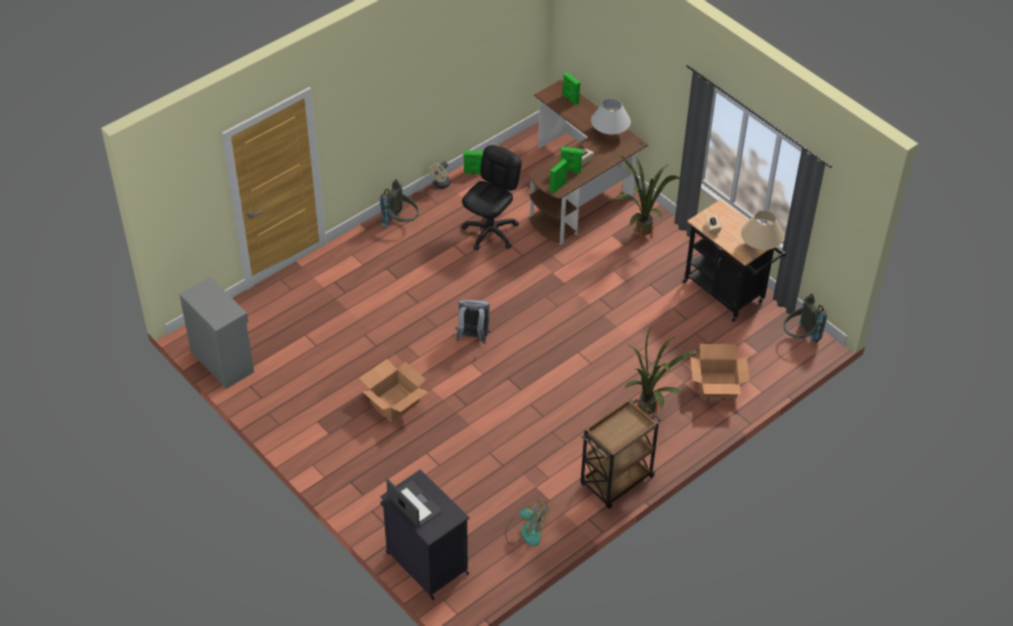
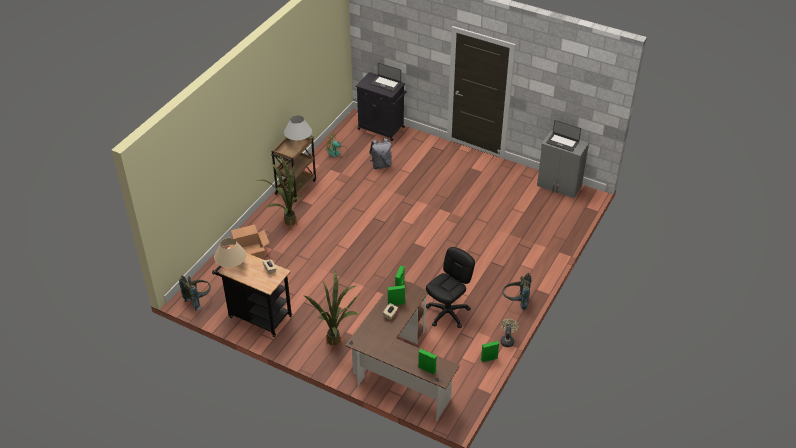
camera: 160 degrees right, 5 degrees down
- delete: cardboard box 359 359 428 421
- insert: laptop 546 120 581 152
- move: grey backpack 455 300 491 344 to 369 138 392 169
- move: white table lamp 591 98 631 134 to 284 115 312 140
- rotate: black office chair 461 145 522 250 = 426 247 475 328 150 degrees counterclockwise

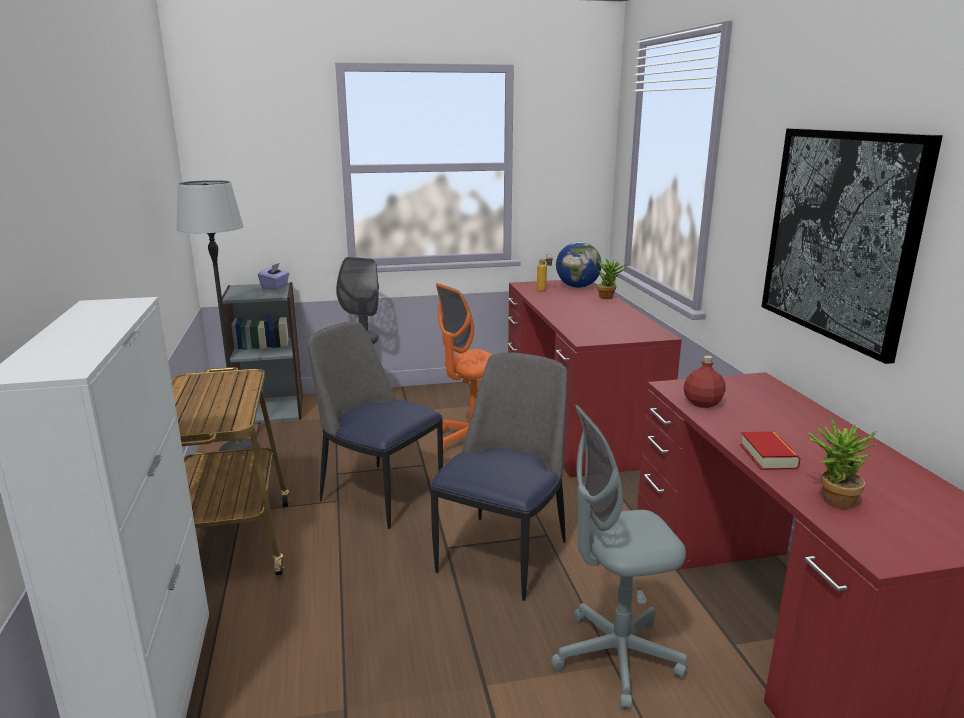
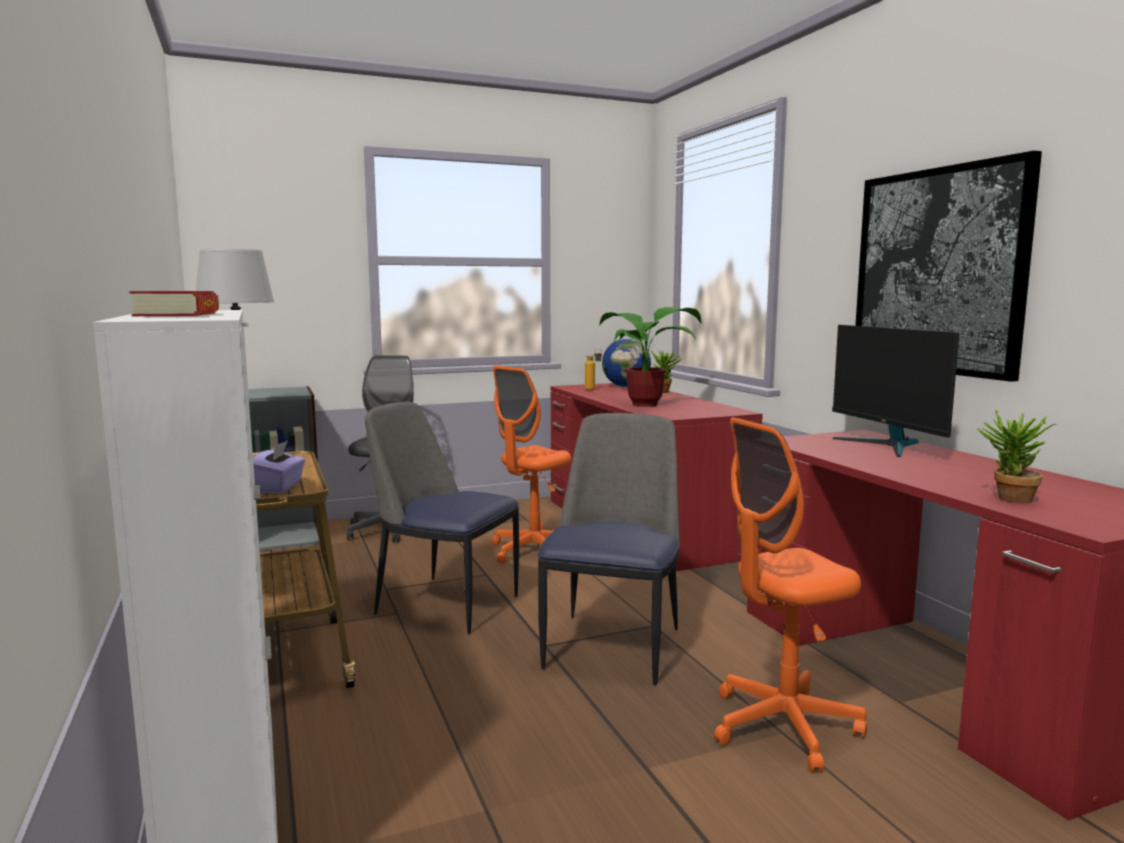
camera: 10 degrees left, 10 degrees down
- delete: red bottle 683 355 726 408
- insert: potted plant 599 307 701 407
- insert: monitor 832 325 959 457
- move: purple tissue box 258 263 290 290 to 253 440 305 493
- move: book 740 432 801 470 to 129 291 219 316
- recolor: grey office chair 551 405 688 710 to orange office chair 714 417 867 772

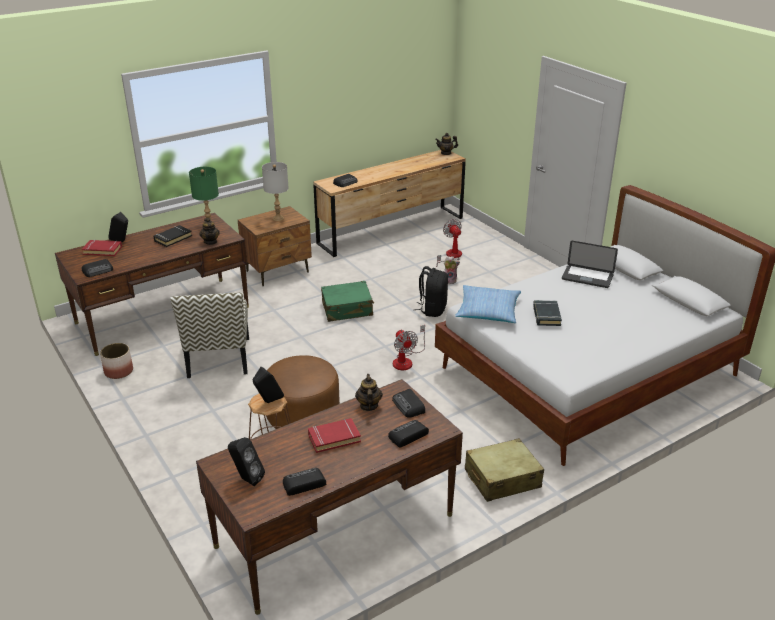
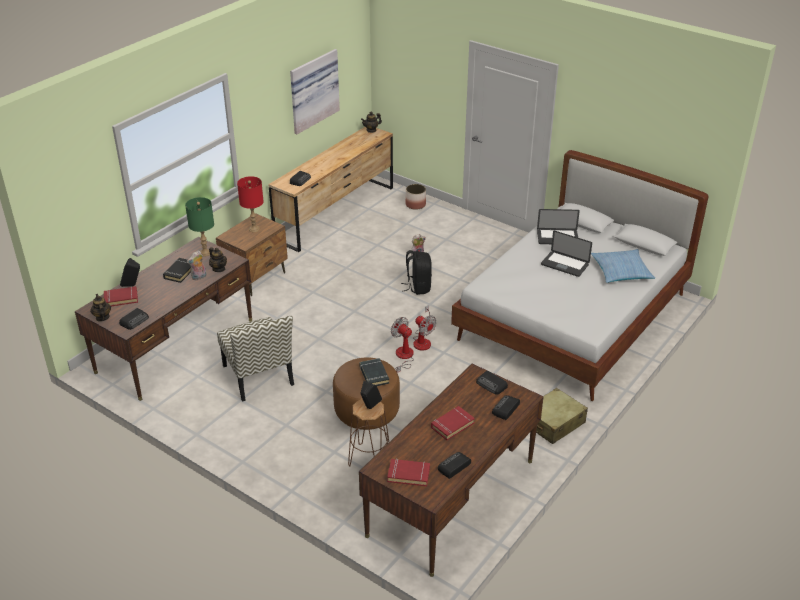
camera: 20 degrees left, 5 degrees up
- delete: green suitcase 321 281 374 322
- insert: plush toy 187 251 207 281
- insert: picture 290 49 340 134
- insert: laptop 541 231 592 277
- move: planter 100 343 133 379 to 406 184 426 210
- move: teapot 355 374 383 411 to 90 294 111 322
- move: fan 436 219 462 267 to 391 317 414 373
- move: pillow 455 285 521 323 to 591 249 655 283
- move: black book 533 300 562 326 to 359 358 389 386
- replace: black speaker 228 437 265 486 to red book 387 459 430 486
- recolor: grey table lamp 262 162 289 221 to red table lamp 237 176 264 232

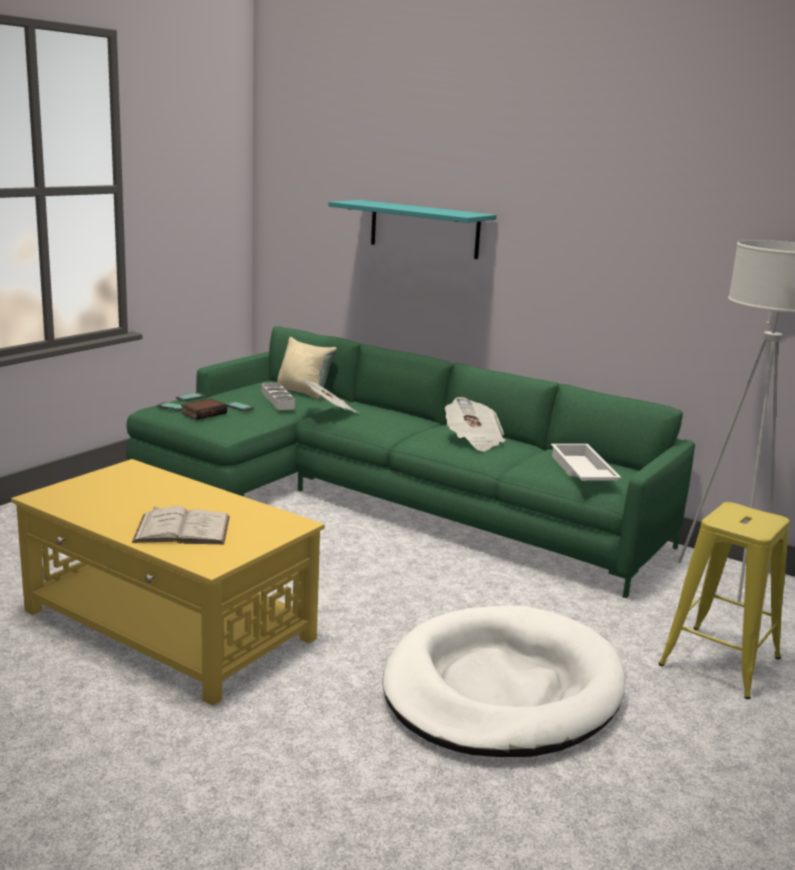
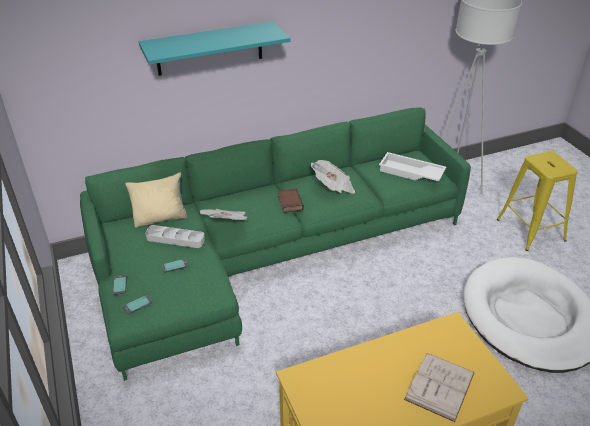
camera: 55 degrees left, 20 degrees up
- move: book 181 399 227 420 to 278 188 304 213

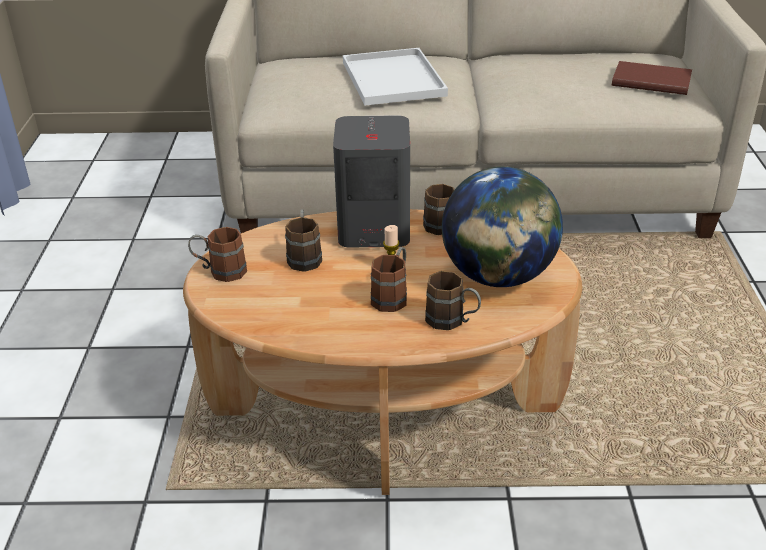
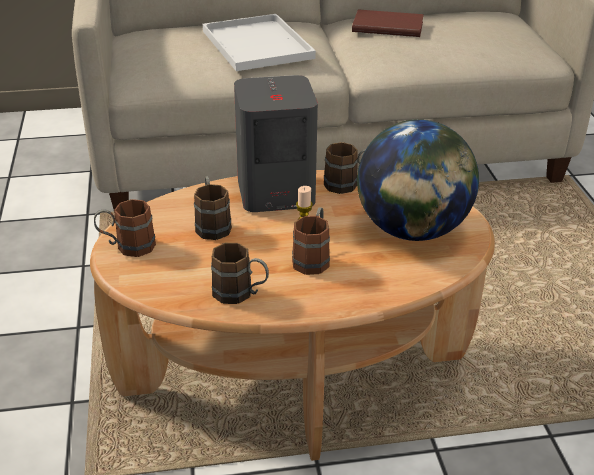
camera: 10 degrees left, 0 degrees up
- move: brown mug 425 271 481 330 to 211 243 269 304
- move: brown book 612 61 692 95 to 352 9 424 37

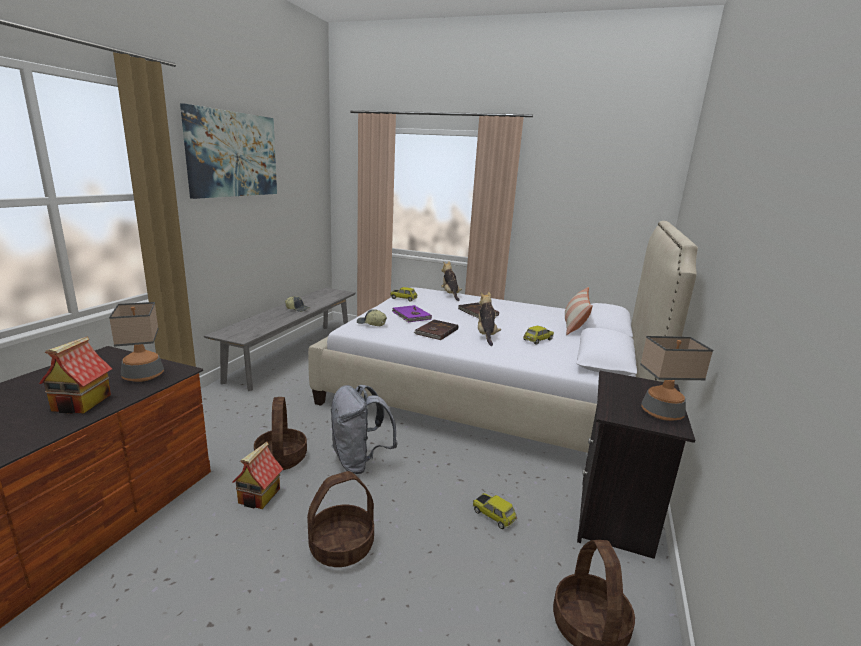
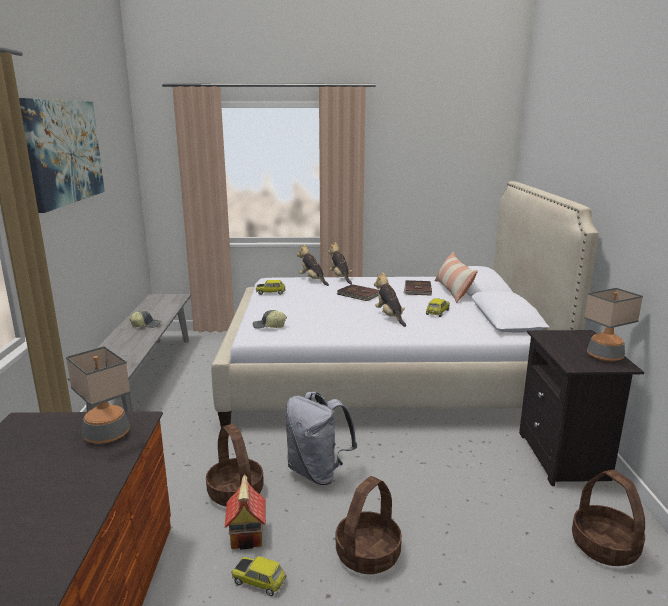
camera: 20 degrees left, 0 degrees up
- delete: toy house 39 336 112 414
- delete: purple book 392 305 432 322
- insert: plush toy 328 242 352 284
- move: brown book 413 320 458 340 to 403 280 432 295
- move: toy car 473 493 517 529 to 231 556 287 596

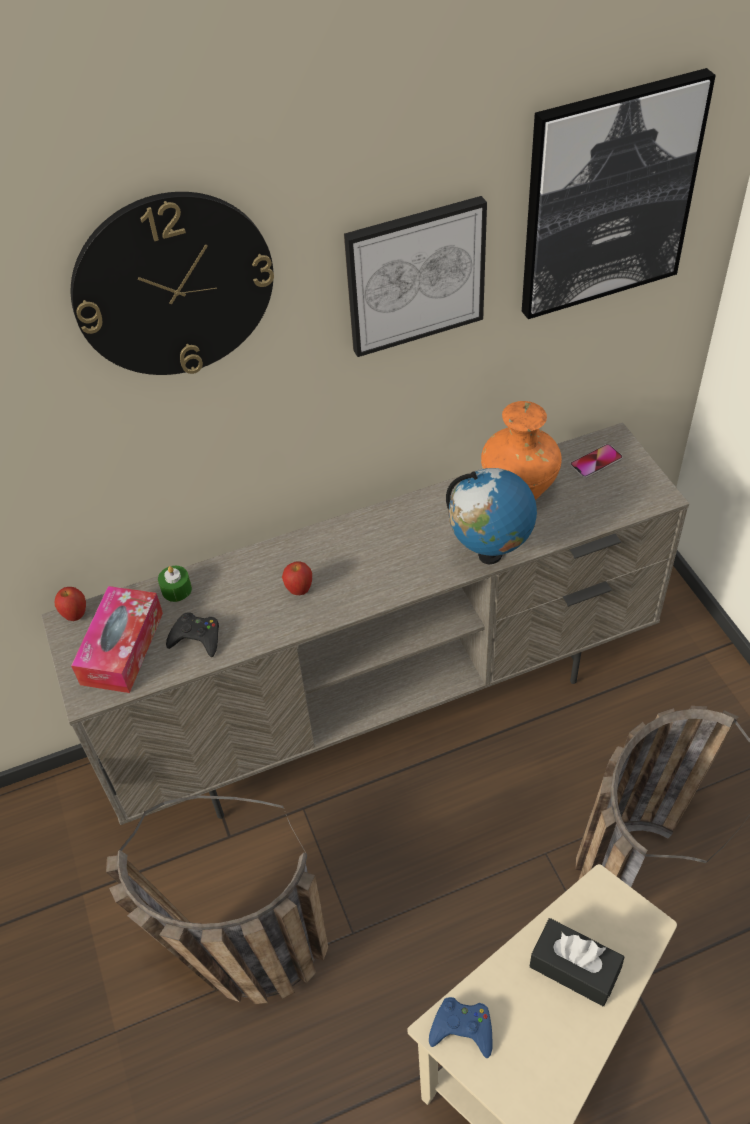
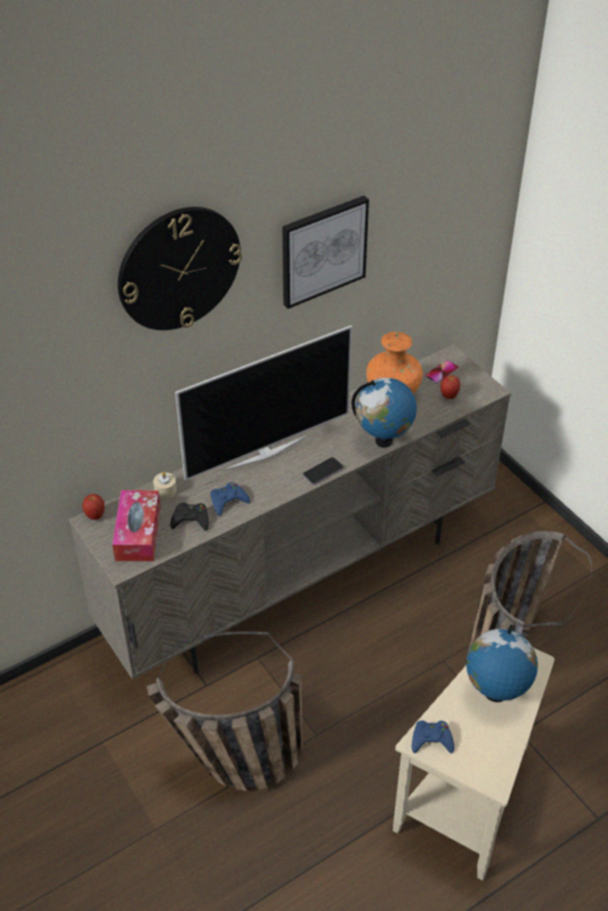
camera: 15 degrees left, 5 degrees down
- delete: picture 522 68 716 319
- insert: television 175 326 352 481
- insert: blue game controller 210 482 250 516
- insert: phone 303 457 343 485
- move: apple 282 562 312 595 to 440 375 460 399
- replace: black tissue box 530 918 624 1006 to globe 466 625 538 702
- recolor: green candle 158 566 192 602 to beige candle 153 472 177 499

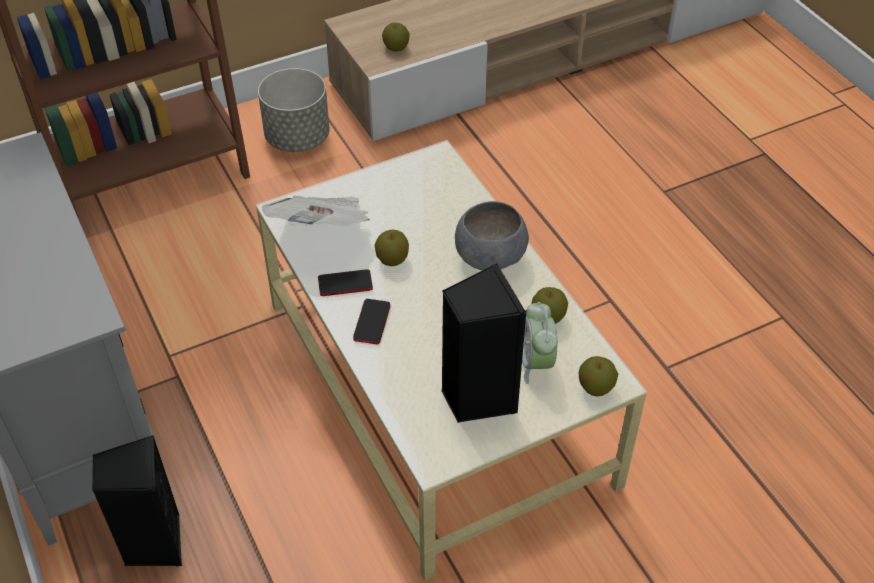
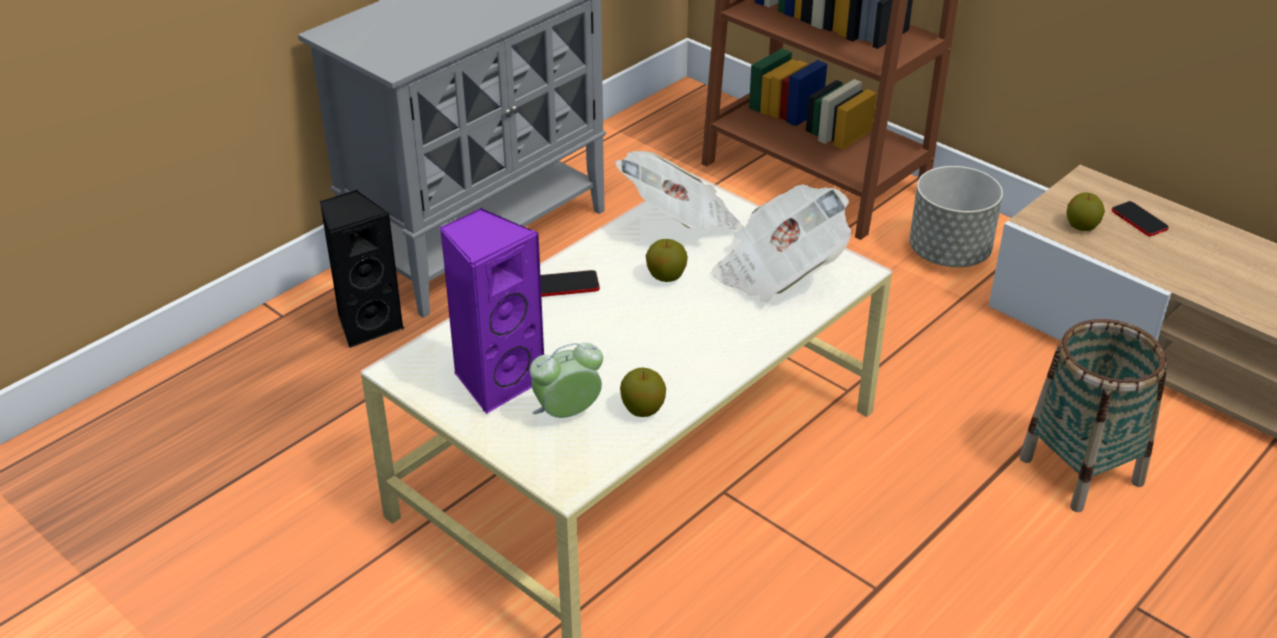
camera: 70 degrees right, 10 degrees down
- delete: grey bowl 455 201 529 271
- delete: apple 579 356 618 397
- insert: newspaper 712 184 851 302
- insert: basket 1019 319 1167 512
- move: phone 318 269 373 296 to 1112 201 1169 237
- recolor: black speaker 442 263 527 423 to purple speaker 439 207 544 414

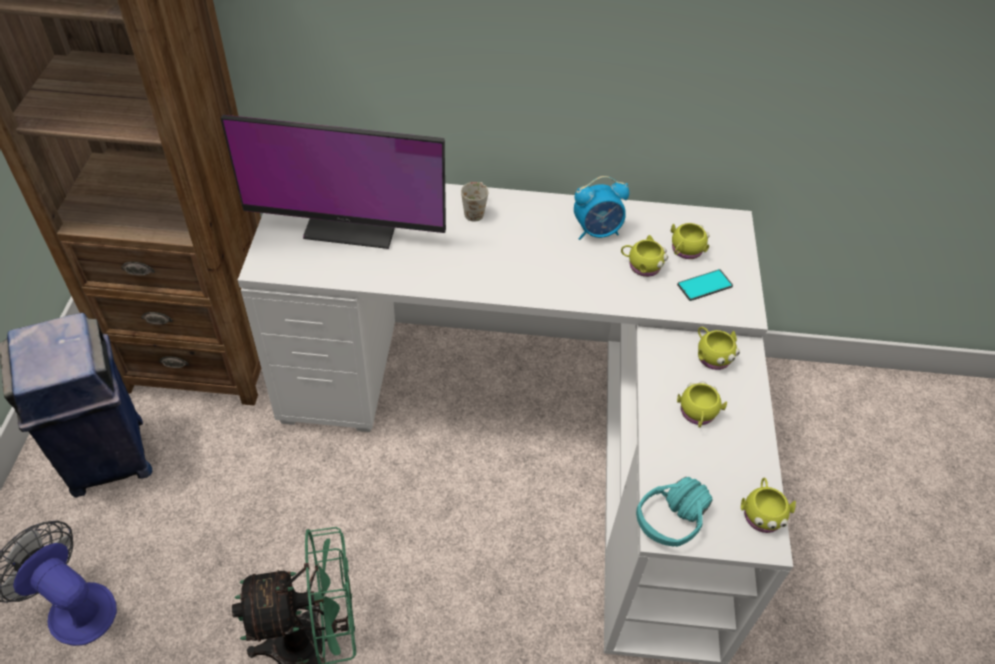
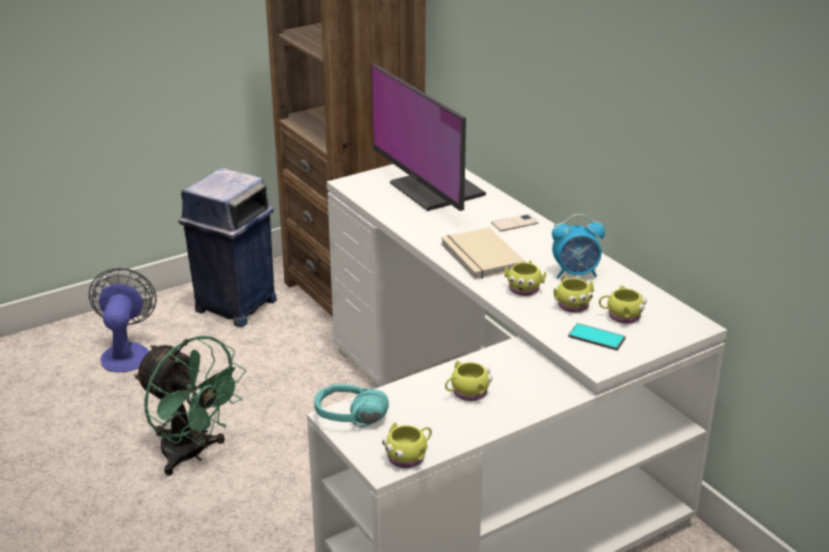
camera: 55 degrees right, 20 degrees down
- insert: beige book 441 227 525 280
- move: yellow mug 698 327 740 370 to 504 260 546 296
- replace: white mug 461 182 488 222 to phone 491 214 539 231
- rotate: alarm clock 574 176 629 240 = 552 214 605 278 45 degrees counterclockwise

